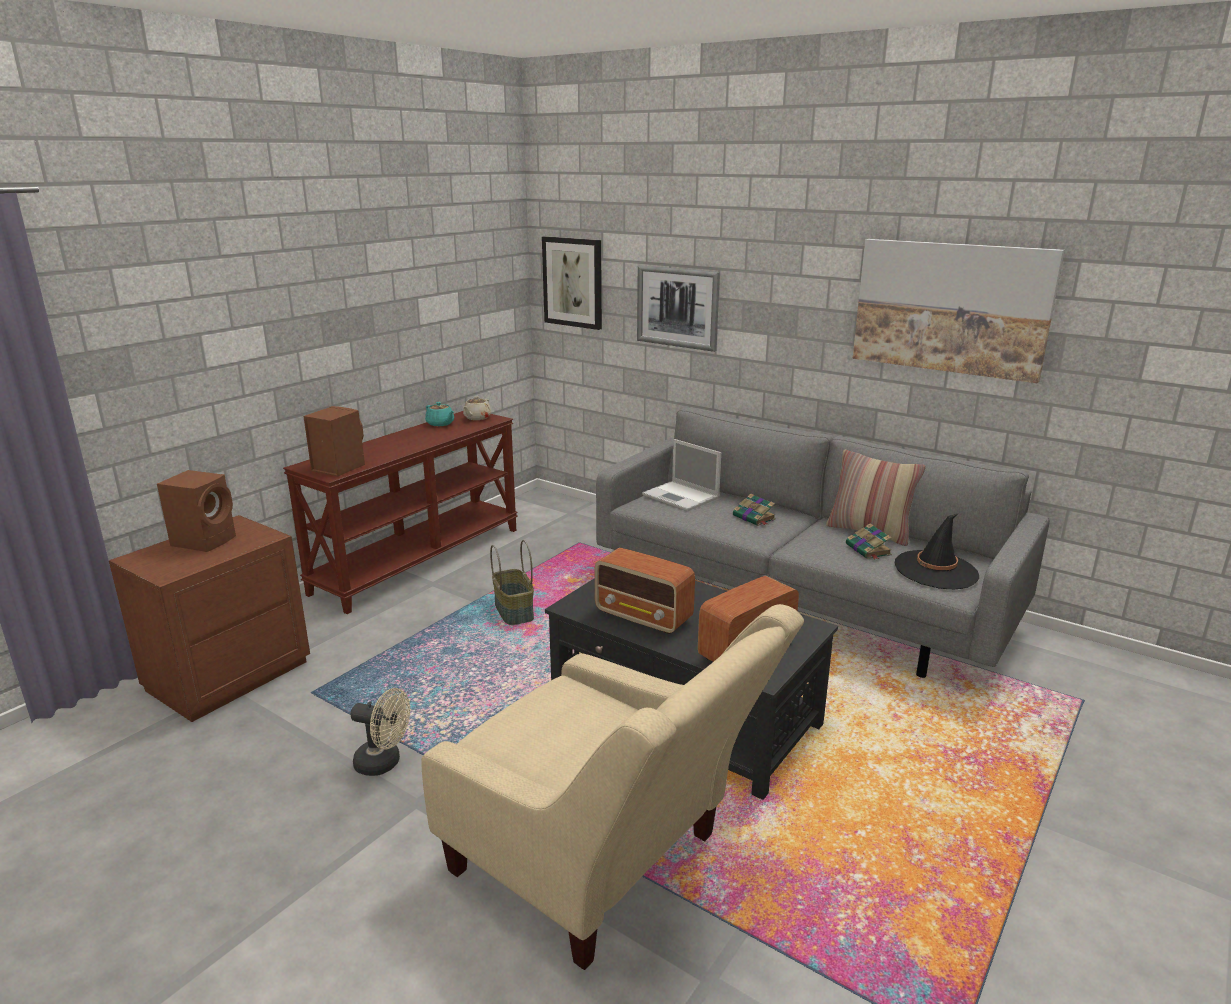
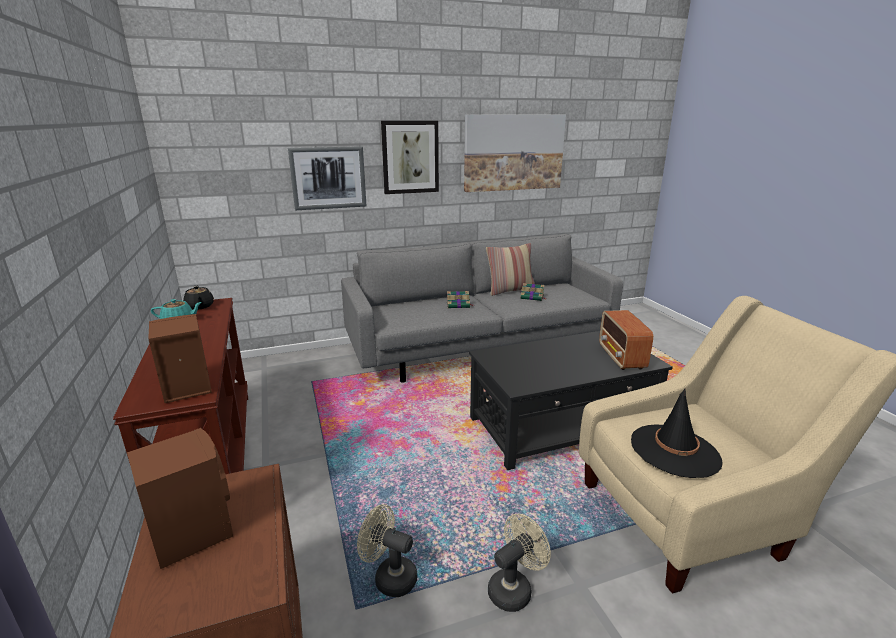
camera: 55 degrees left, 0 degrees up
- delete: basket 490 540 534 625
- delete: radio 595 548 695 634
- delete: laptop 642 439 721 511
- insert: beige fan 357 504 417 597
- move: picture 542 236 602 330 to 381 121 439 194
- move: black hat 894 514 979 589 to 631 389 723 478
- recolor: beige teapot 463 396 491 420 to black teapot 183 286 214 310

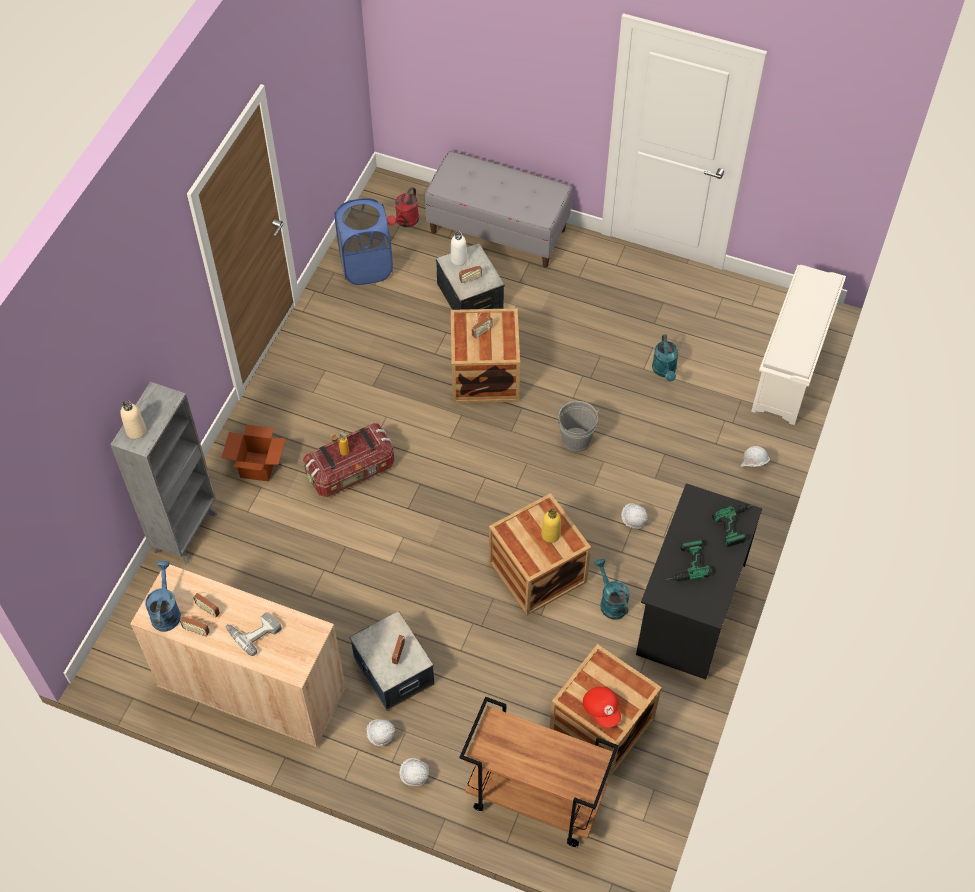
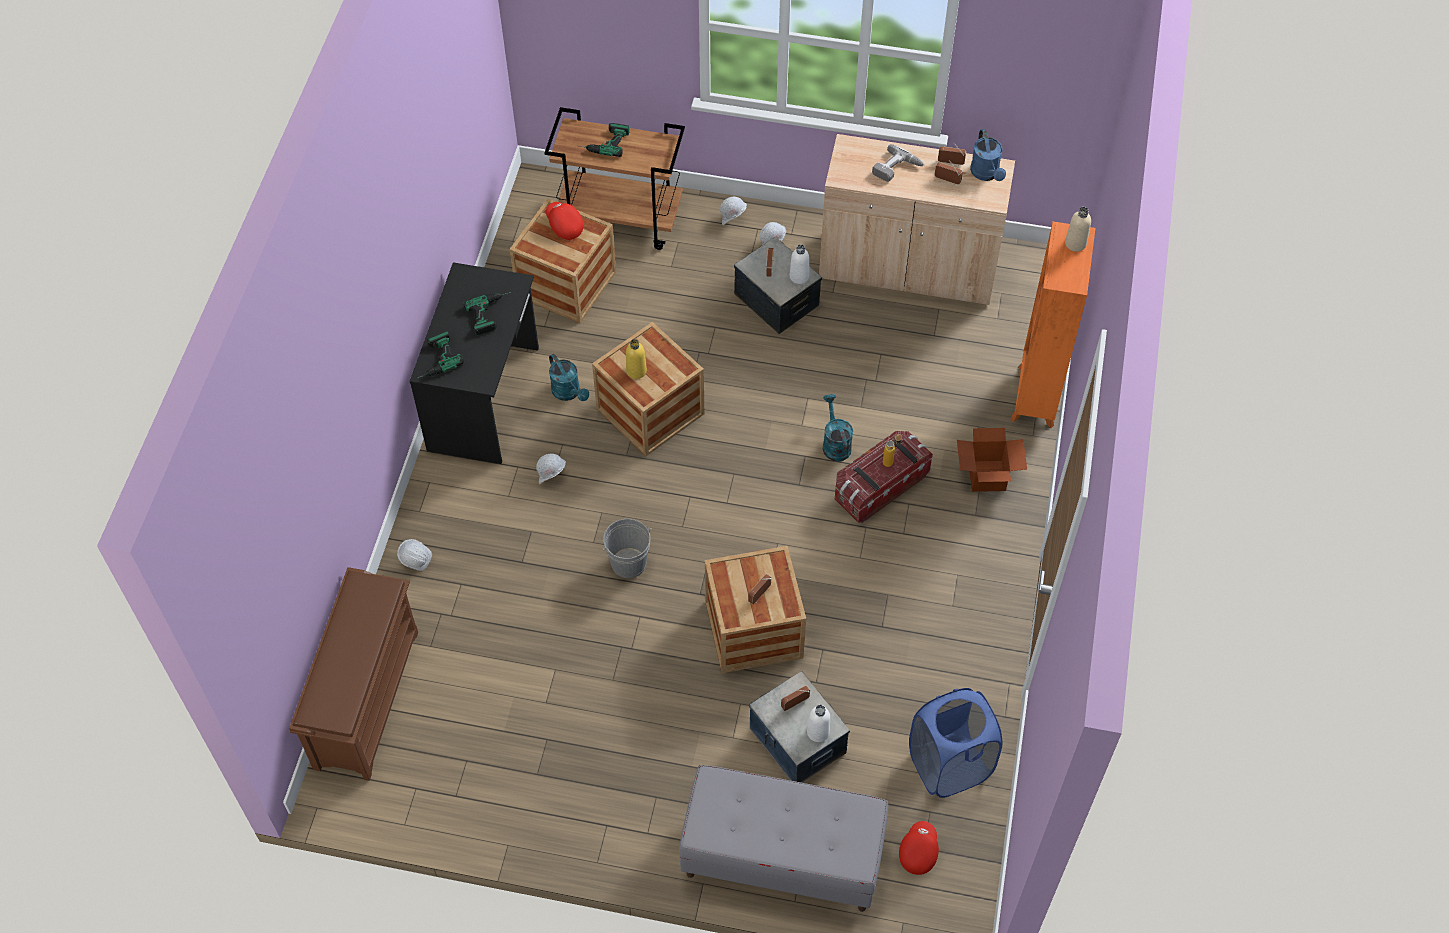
camera: 170 degrees right, 0 degrees up
- insert: power drill 580 123 629 157
- insert: white bottle 790 244 809 284
- move: turquoise watering can 652 334 679 382 to 823 394 853 462
- replace: red watering can 387 187 419 227 to red cap 899 821 939 875
- recolor: grey bookcase 110 382 217 564 to orange bookcase 1010 221 1095 428
- recolor: white shoe rack 751 265 846 425 to brown shoe rack 289 567 418 781

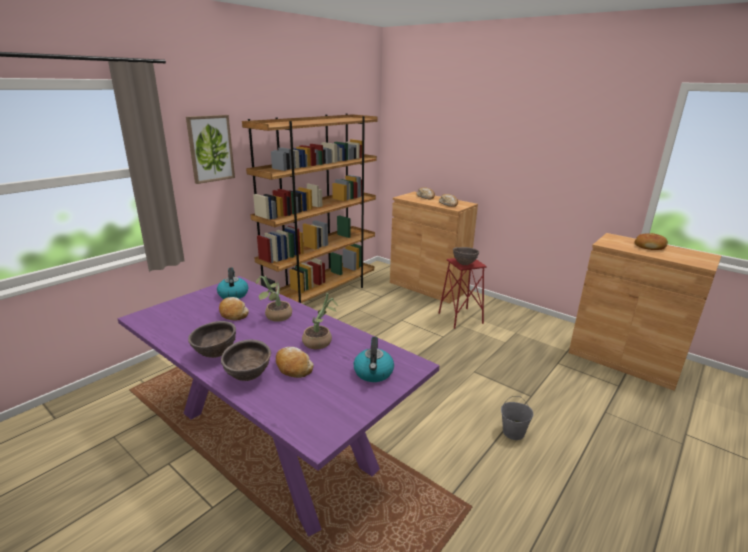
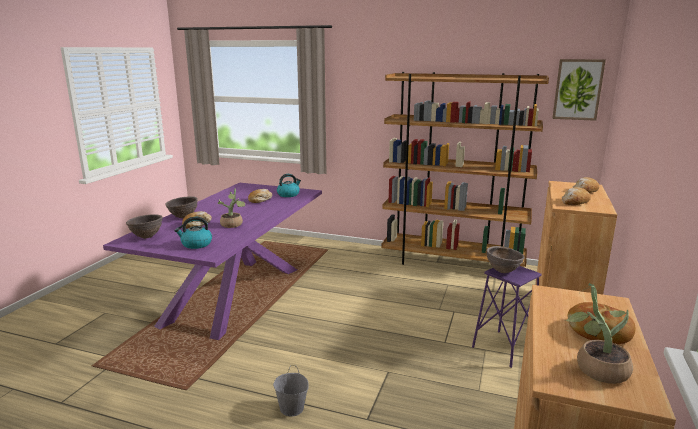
camera: 70 degrees right, 5 degrees down
- move: picture 186 115 235 184 to 552 59 606 121
- move: brown bowl 188 321 236 358 to 126 214 163 239
- move: potted plant 256 276 292 322 to 566 283 633 384
- recolor: red stool 439 258 487 329 to purple stool 472 266 542 368

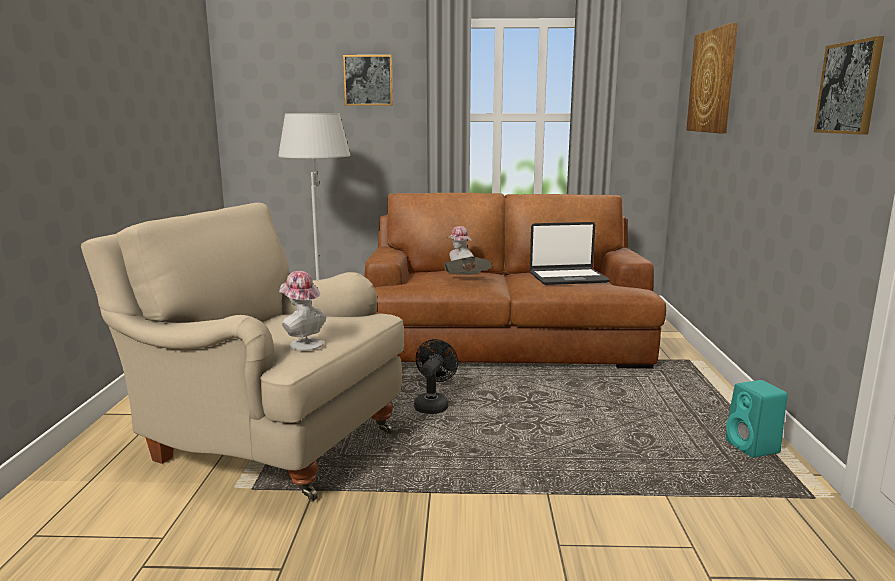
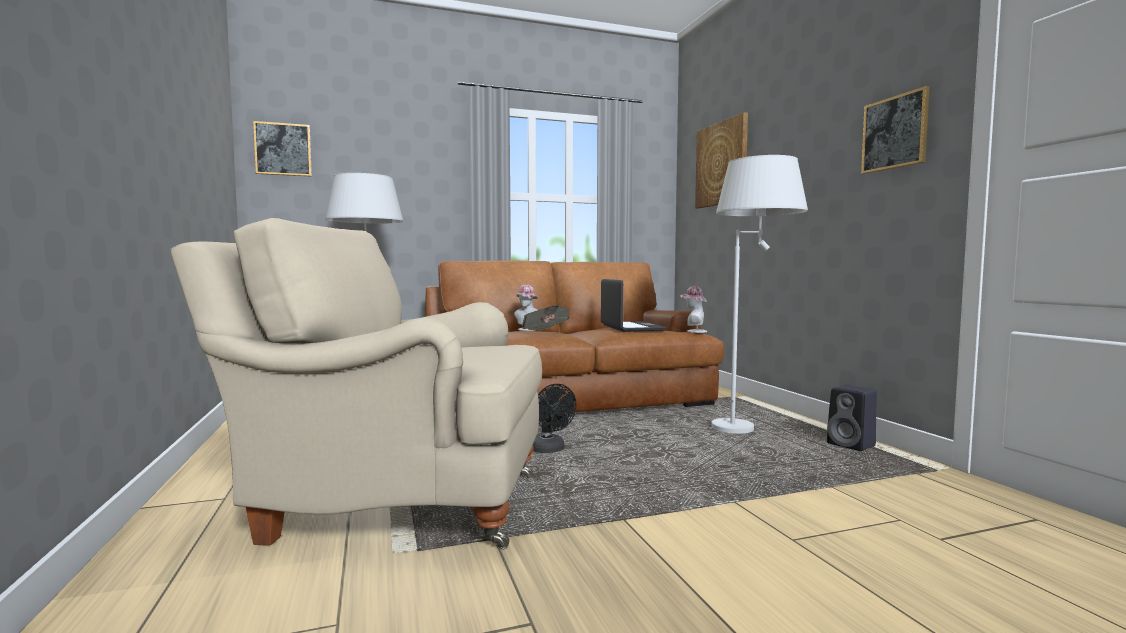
camera: 20 degrees left, 10 degrees down
- insert: white floor lamp 712 155 808 434
- move: hat 279 271 326 350 to 680 286 707 333
- move: picture 343 55 393 106 to 253 121 312 177
- recolor: turquoise speaker 726 380 788 458 to black speaker 827 385 877 451
- rotate: black fan 414 339 458 414 = 533 384 577 453 150 degrees clockwise
- rotate: laptop 530 222 610 285 = 601 279 667 332 75 degrees counterclockwise

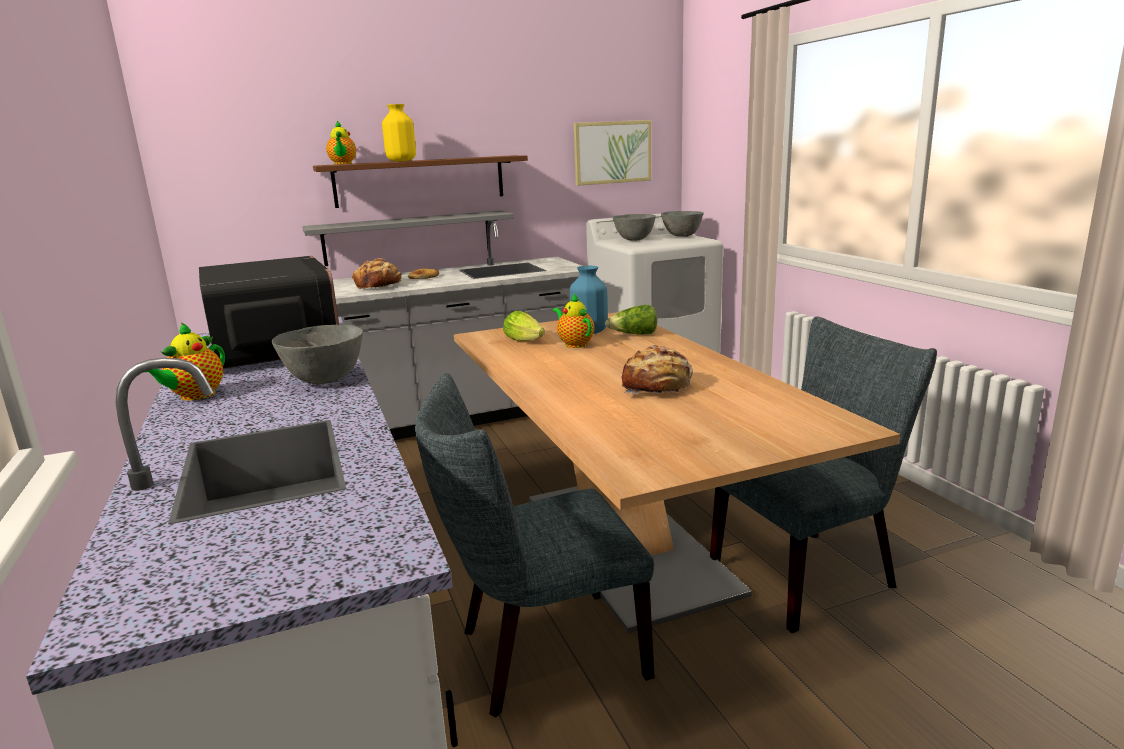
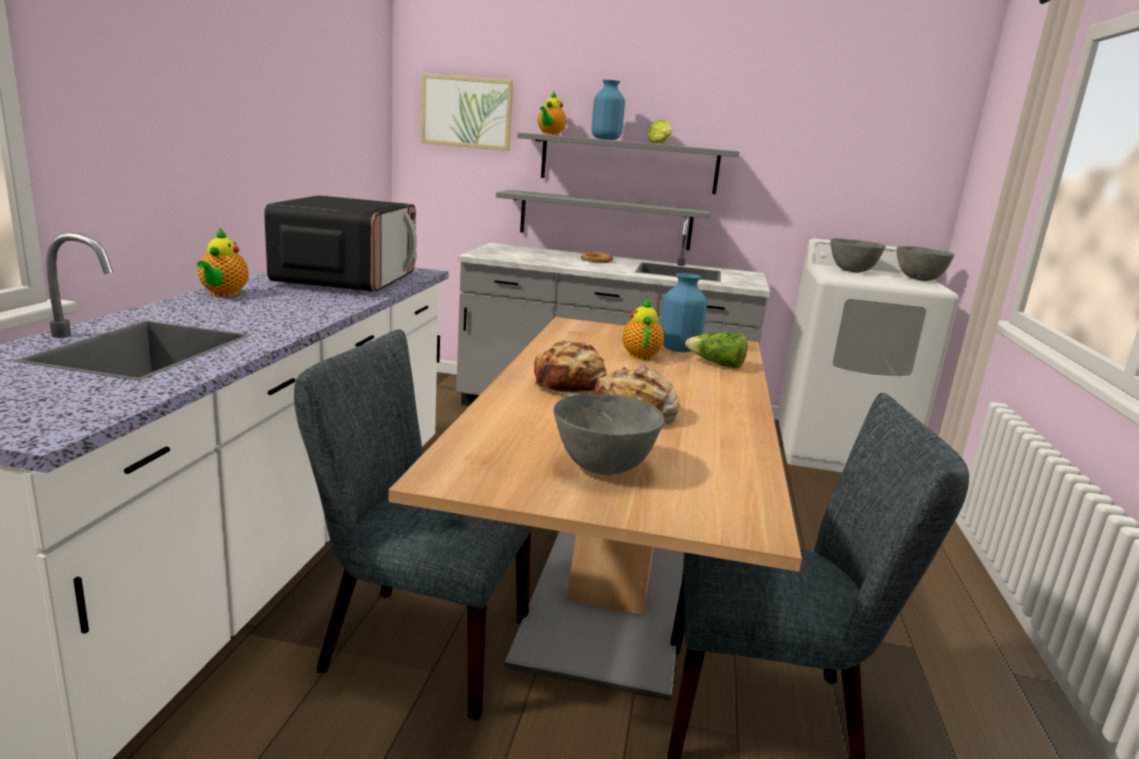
camera: 30 degrees right, 0 degrees up
- move: grey bowl 272 325 363 384 to 553 394 664 475
- move: bread 352 258 401 290 to 534 340 607 395
- move: lettuce 503 311 545 341 to 648 120 672 144
- move: picture 574 120 651 186 to 421 73 513 151
- recolor: brown shelf 313 155 528 208 to grey shelf 517 132 739 194
- recolor: yellow vase 382 104 416 161 to blue vase 592 80 625 140
- rotate: teapot 143 323 225 401 = 197 228 249 297 60 degrees counterclockwise

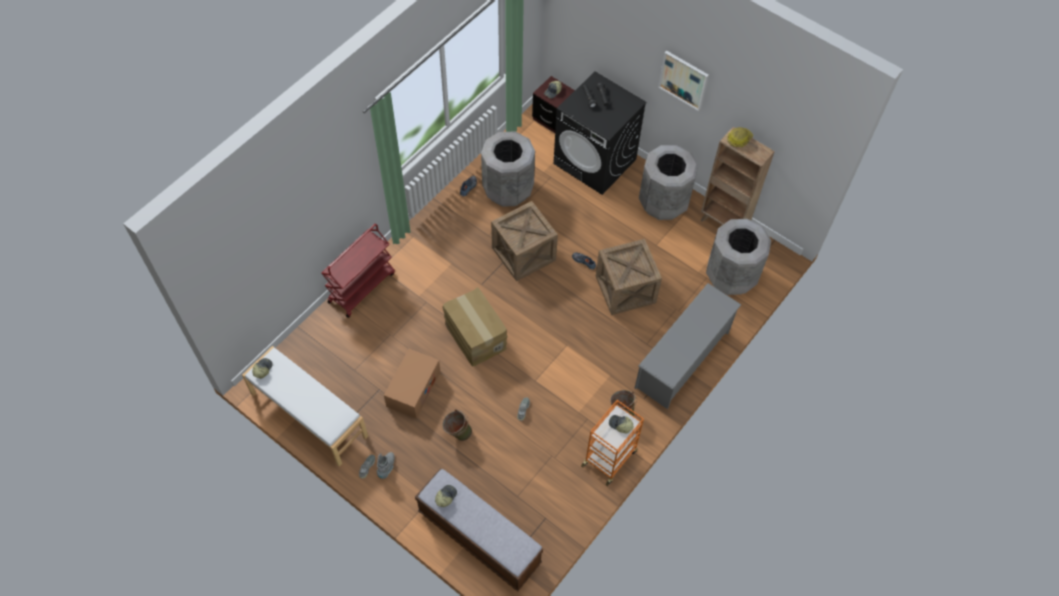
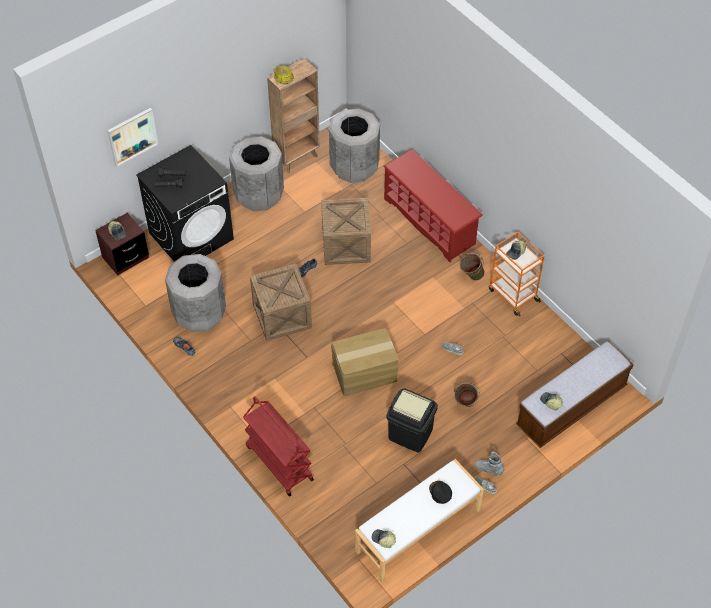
camera: 75 degrees left, 5 degrees down
- insert: black cap 429 481 452 504
- move: picture 658 50 709 111 to 107 108 158 166
- replace: cardboard box 384 349 441 419 to black trash can 386 388 438 453
- recolor: grey shoe rack 635 283 741 409 to red shoe rack 384 149 483 262

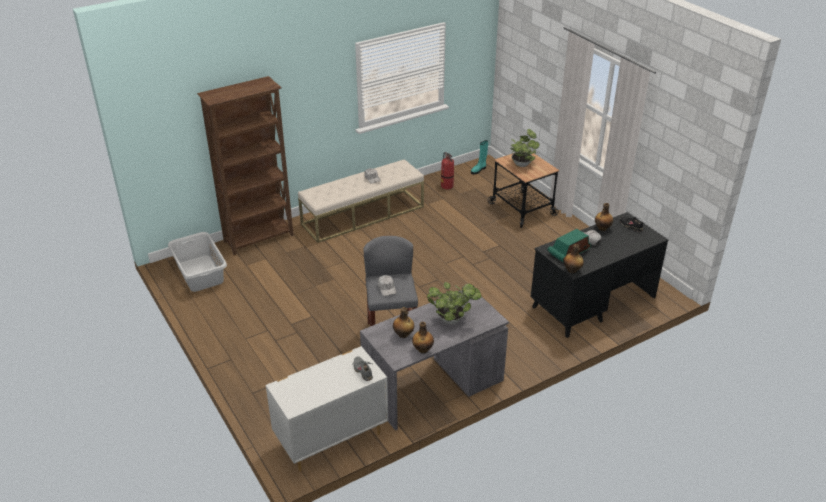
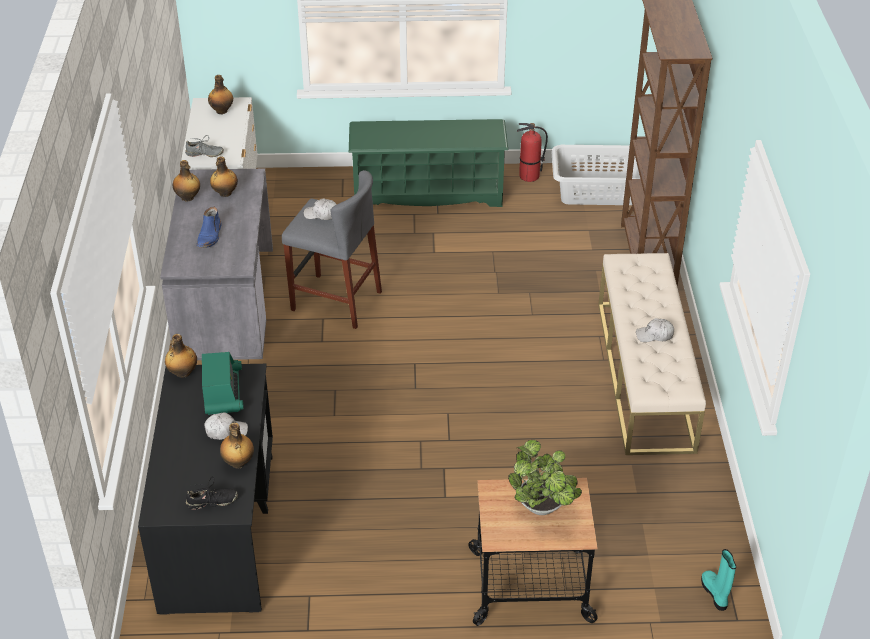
camera: 120 degrees right, 5 degrees up
- insert: bottle 208 75 233 114
- insert: green shoe rack 349 119 508 207
- move: fire extinguisher 441 152 454 190 to 517 123 548 182
- replace: potted plant 427 282 482 325 to blue boot 197 206 221 248

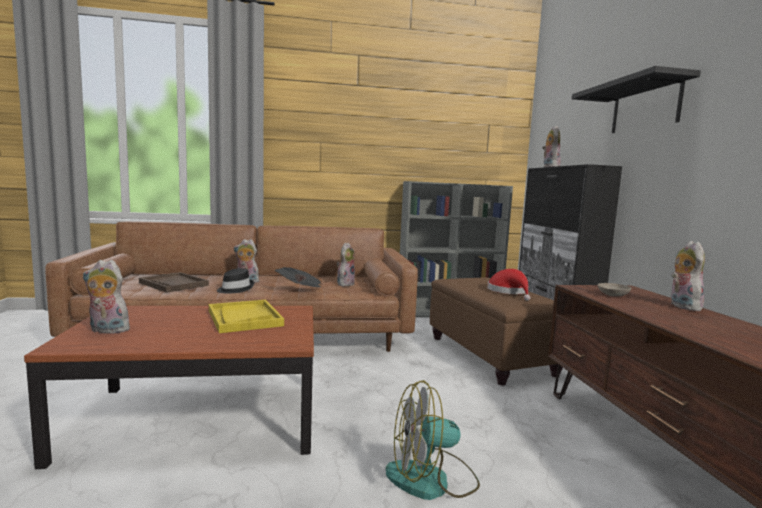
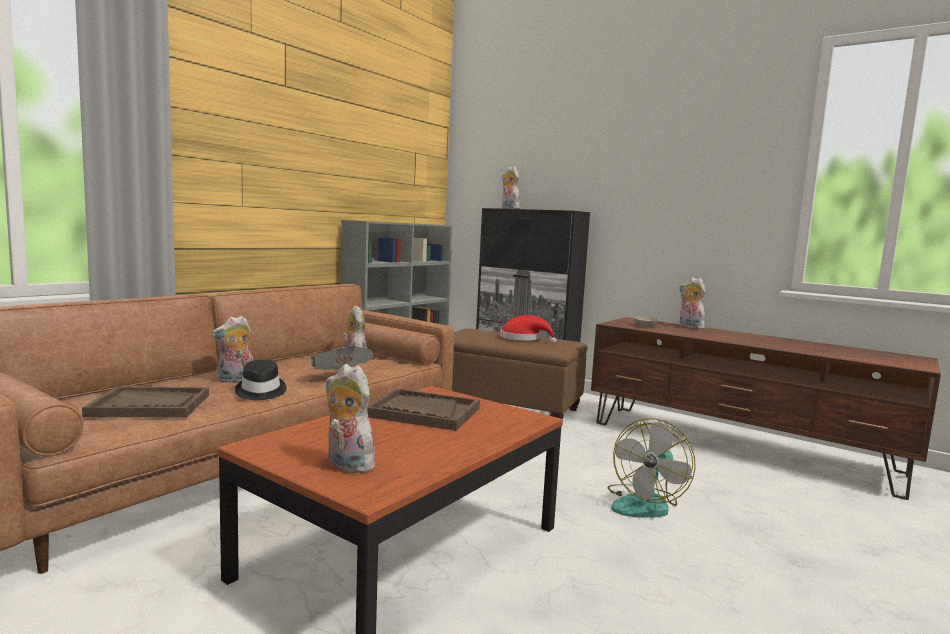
camera: 45 degrees left, 0 degrees up
- delete: black shelf 572 66 701 133
- recolor: yellow tray 209 300 284 333 to brown tray 368 389 480 431
- rotate: plush toy 83 260 130 334 = 326 364 381 473 75 degrees clockwise

